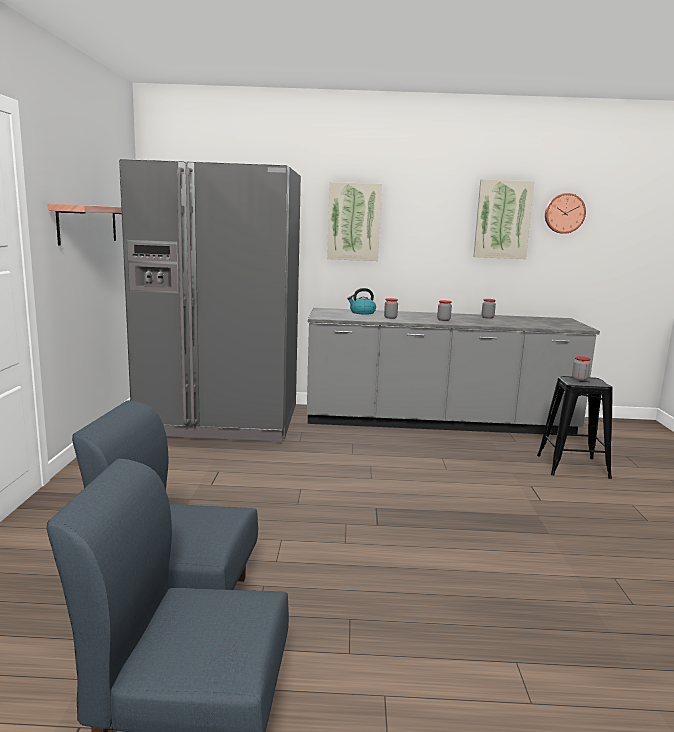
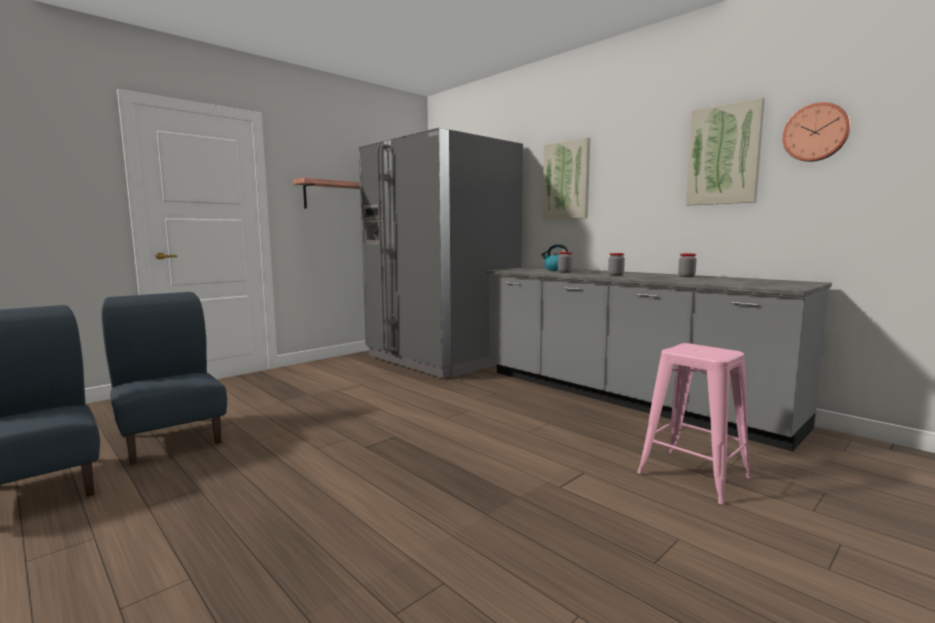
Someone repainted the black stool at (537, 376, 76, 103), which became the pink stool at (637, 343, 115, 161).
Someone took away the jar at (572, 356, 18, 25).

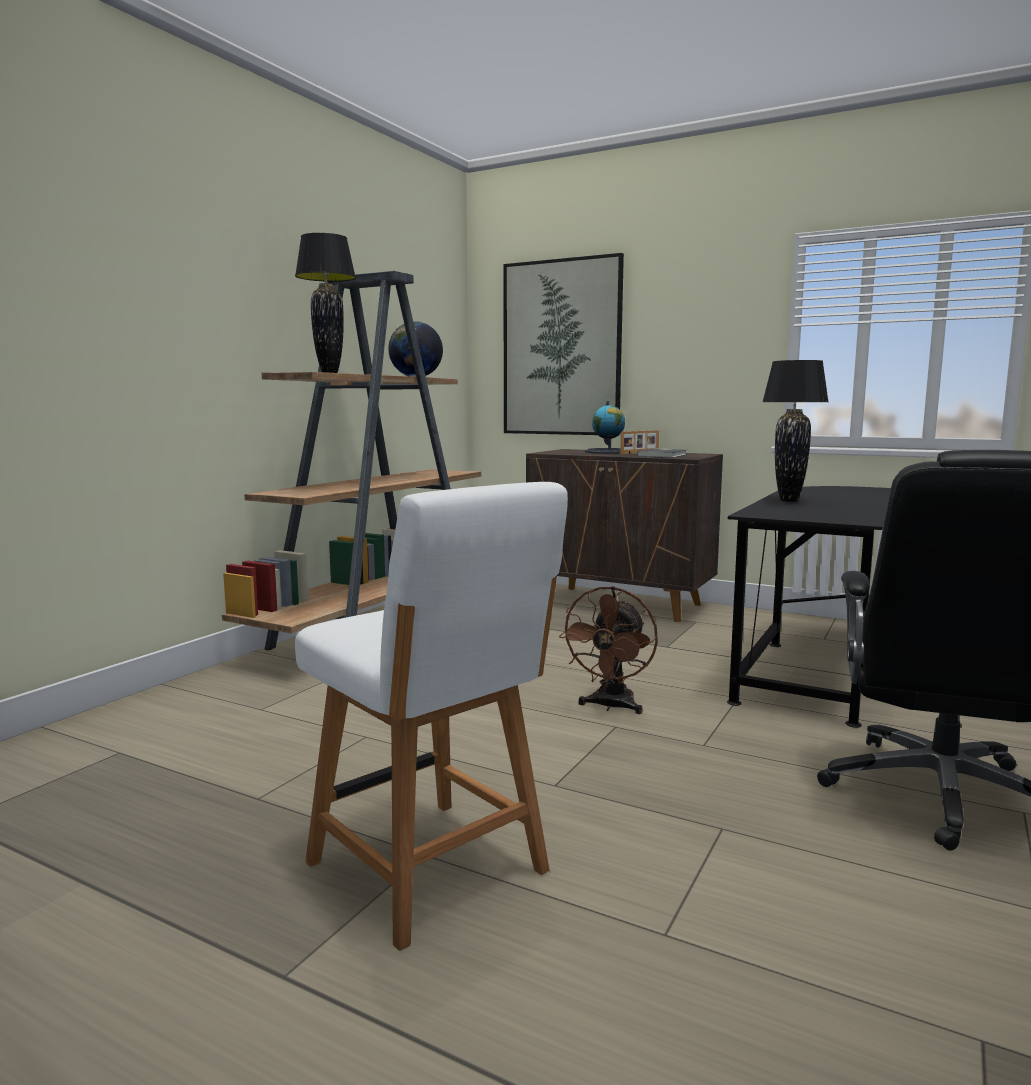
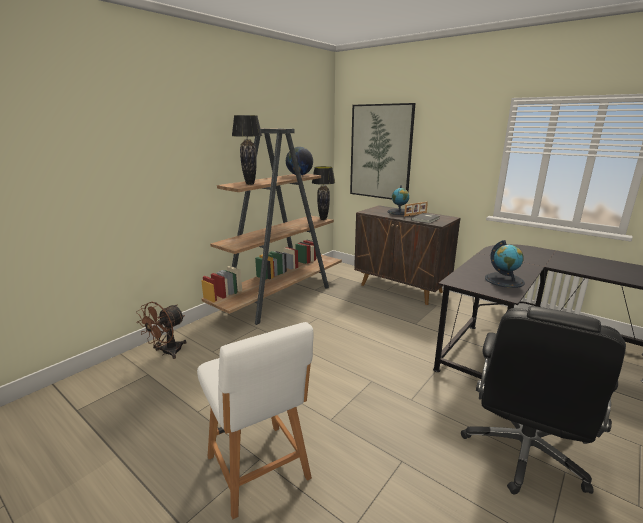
Someone carried the brown fan from (559, 586, 99, 128) to (136, 302, 51, 57).
Someone carried the black table lamp from (762, 360, 67, 142) to (312, 166, 23, 54).
Someone put down the globe at (485, 240, 40, 48).

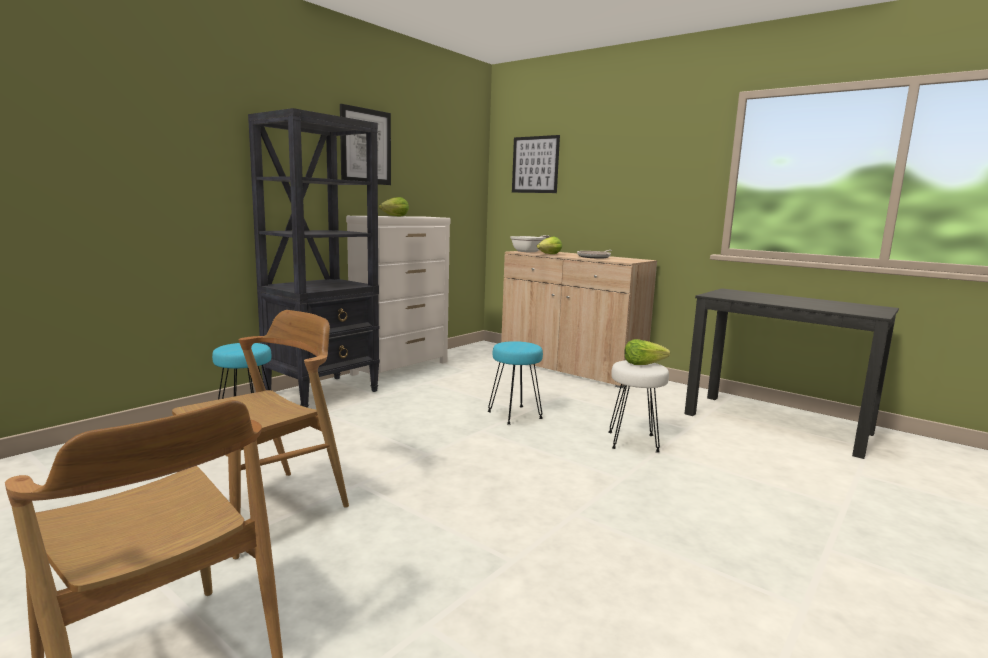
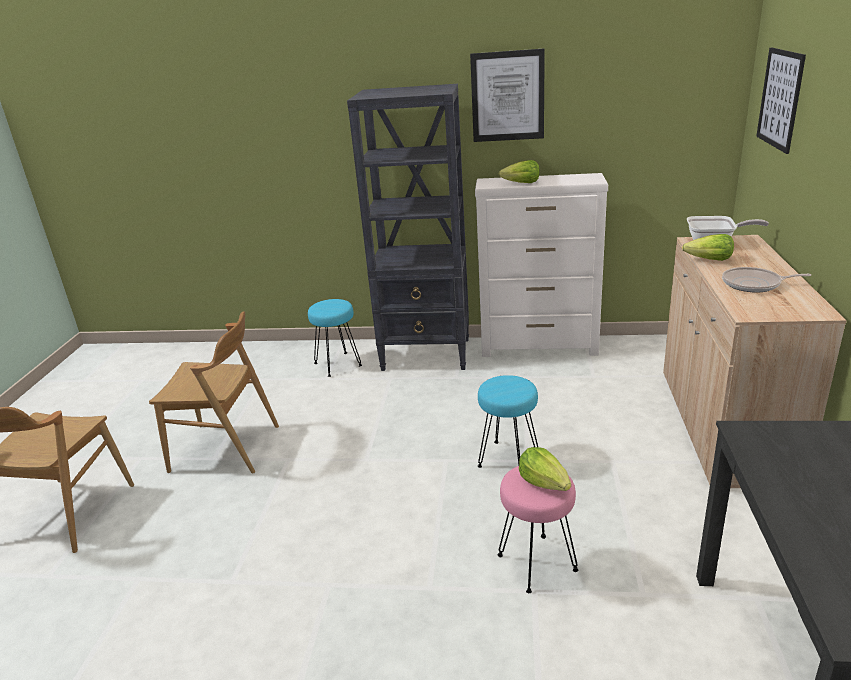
Someone repainted the white stool at (608, 360, 61, 93), which became the pink stool at (498, 466, 80, 127).

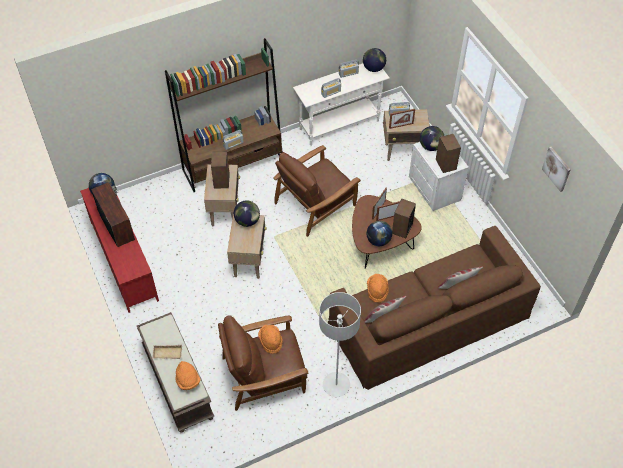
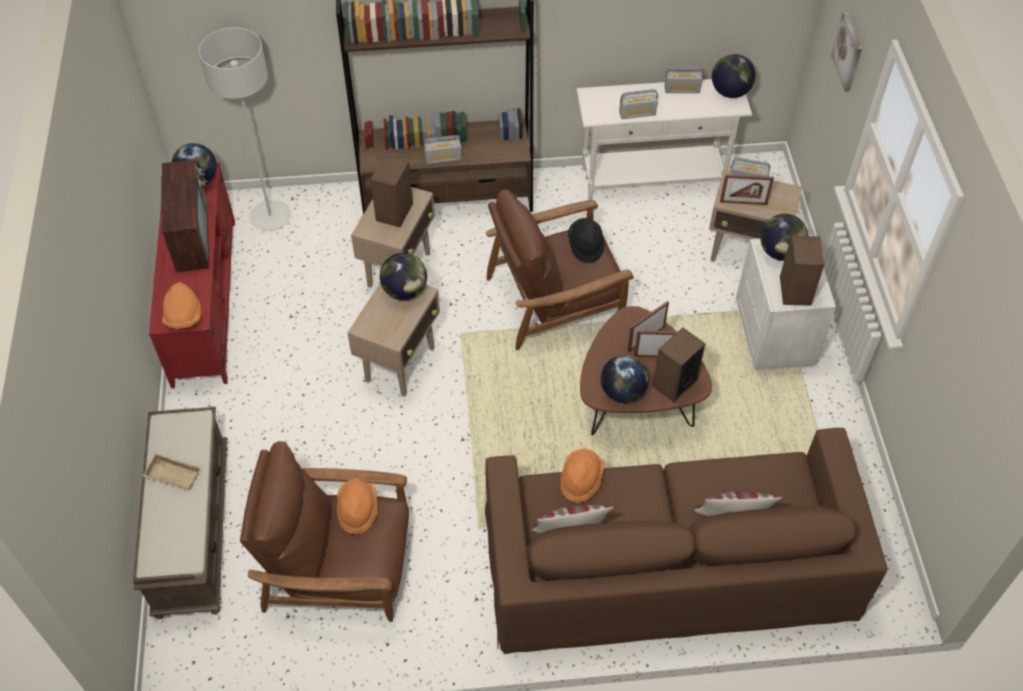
Someone carried the orange hat from (175, 361, 26, 29) to (162, 282, 39, 47).
Someone carried the grey floor lamp from (319, 292, 42, 105) to (199, 28, 92, 203).
Someone carried the picture from (542, 147, 28, 45) to (831, 12, 31, 80).
Someone put down the black hat at (568, 218, 37, 45).

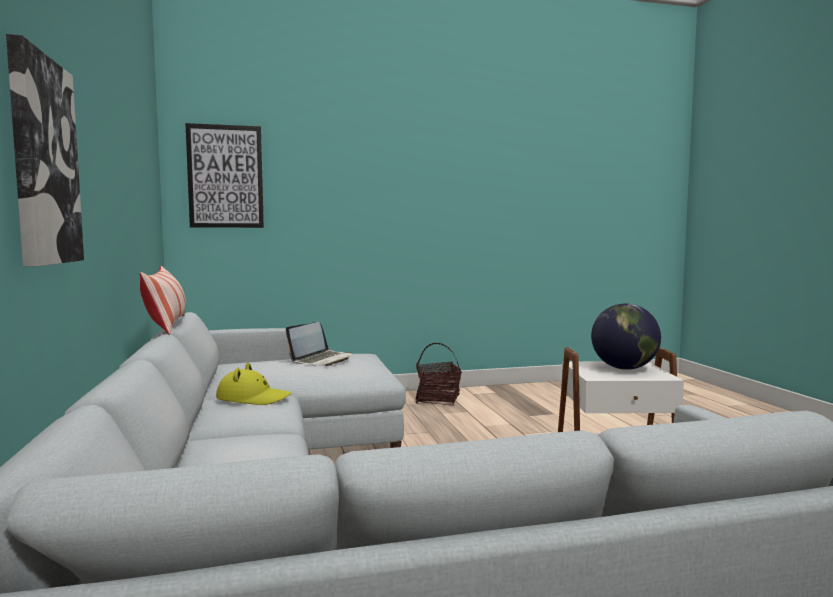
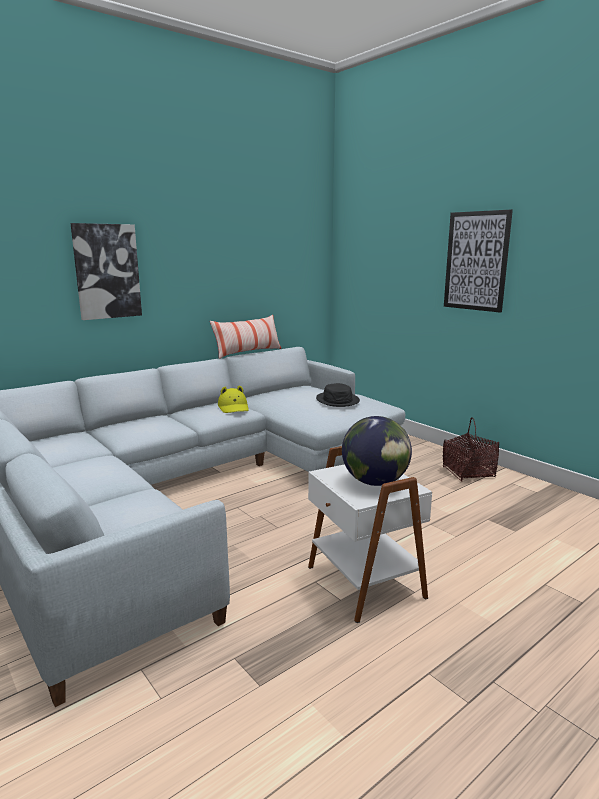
Someone carried the picture from (185, 123, 79, 105) to (444, 210, 69, 103).
Someone swapped the laptop at (286, 322, 66, 44) for the black hat at (316, 383, 44, 24).

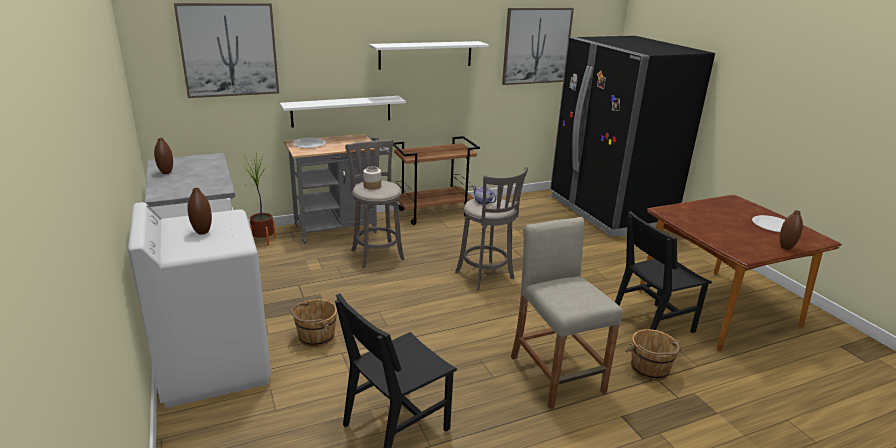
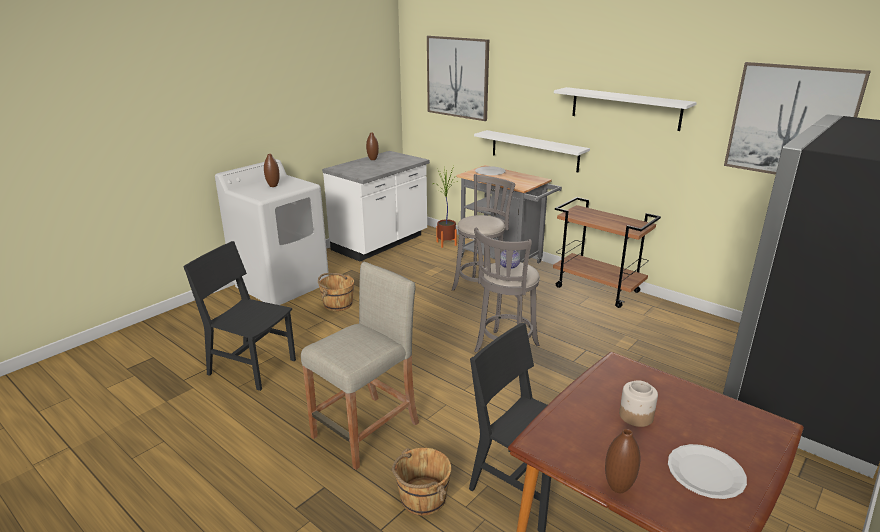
Someone carried the jar from (363, 166, 18, 24) to (619, 380, 39, 47).

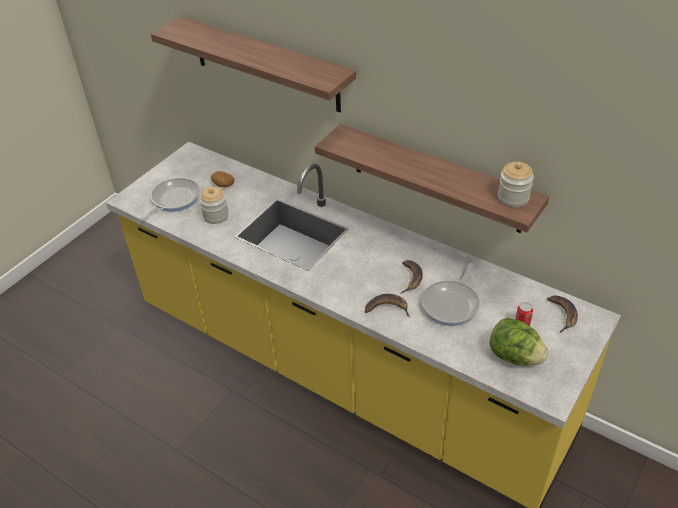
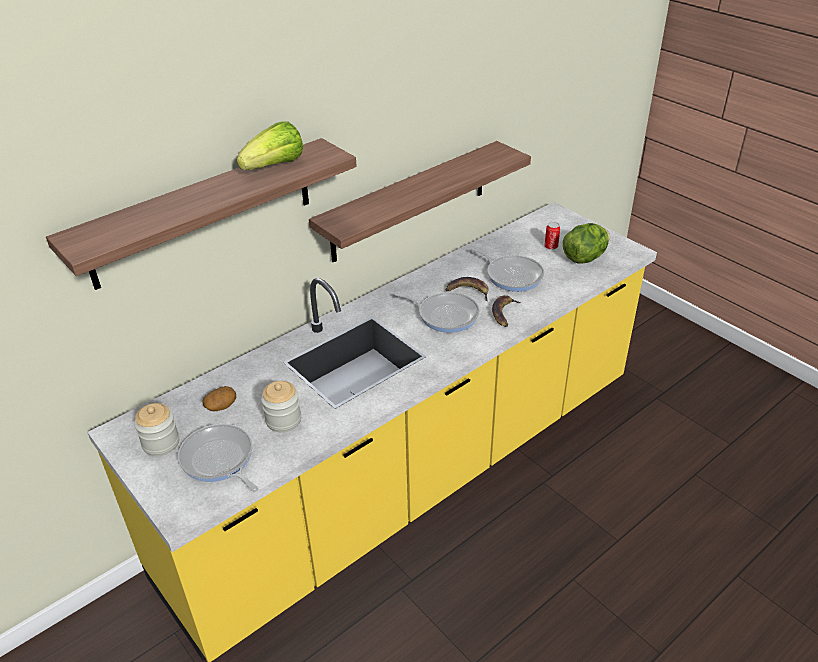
Someone carried the jar from (498, 162, 36, 45) to (134, 403, 45, 53).
Someone took away the banana at (547, 296, 31, 37).
Someone put down the lettuce at (237, 121, 66, 49).
Someone put down the frying pan at (394, 292, 86, 41).

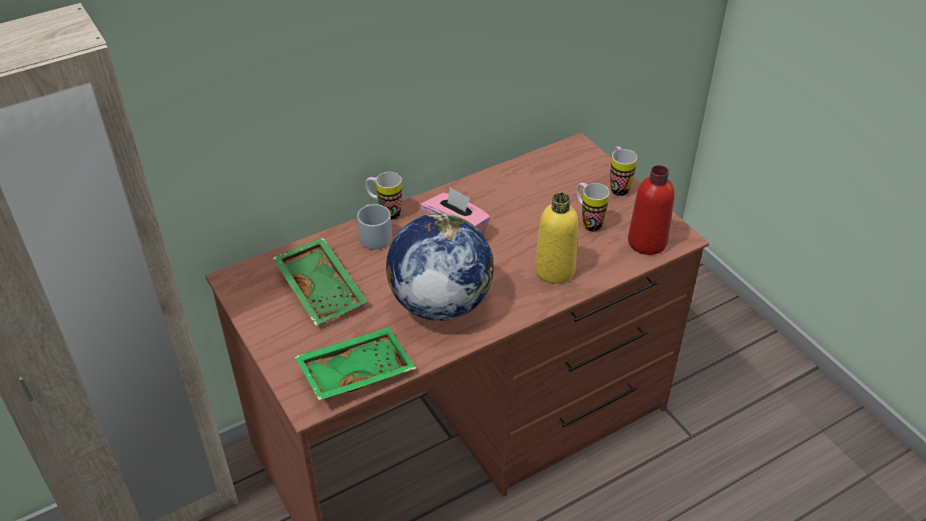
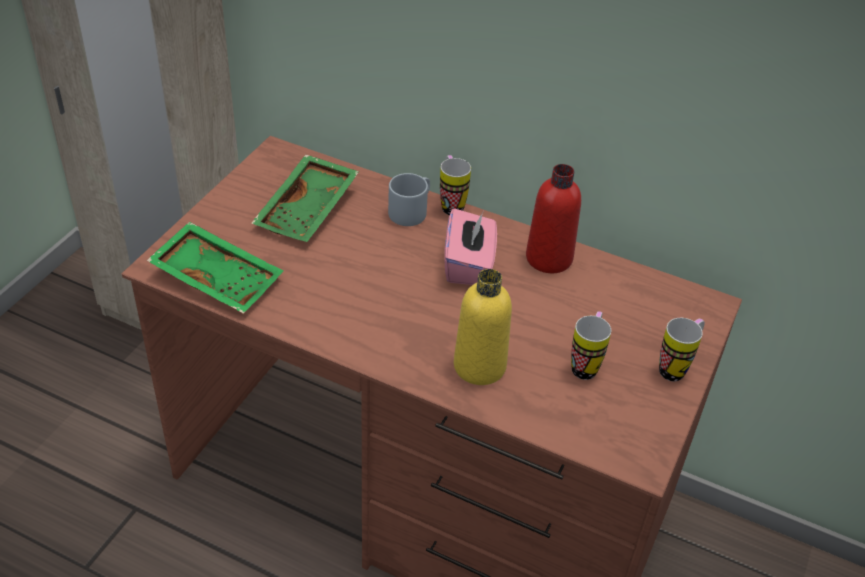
Someone took away the globe at (386, 213, 108, 108).
Someone carried the red bottle from (628, 165, 47, 90) to (526, 164, 55, 109).

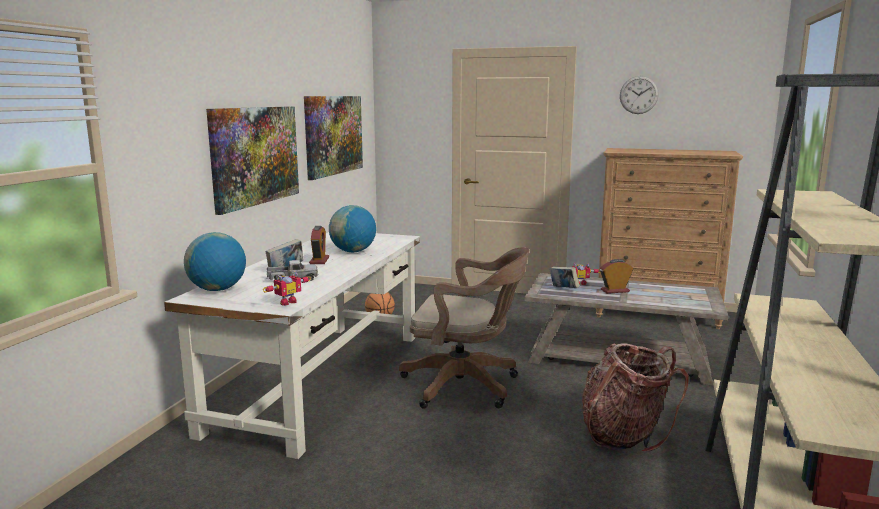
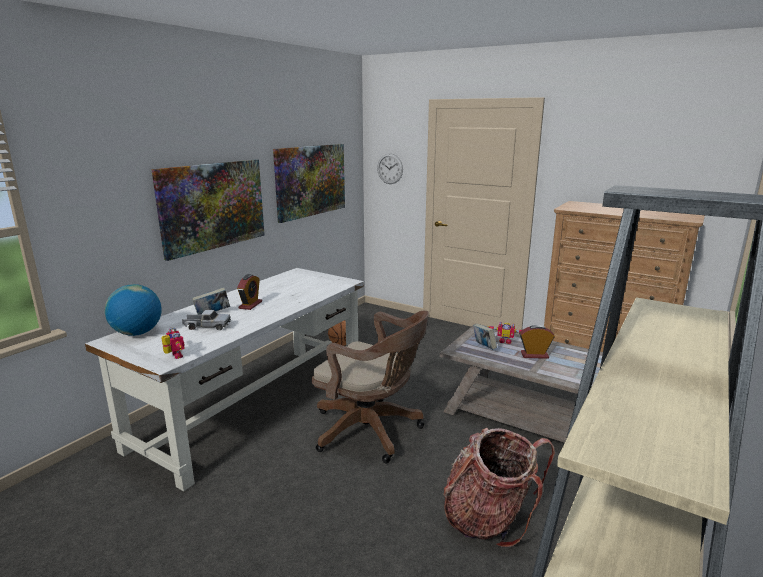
Someone rotated the toy robot at (263, 271, 48, 35) by 90 degrees counterclockwise.
Someone took away the globe at (329, 205, 47, 47).
Someone carried the wall clock from (620, 76, 39, 38) to (377, 153, 26, 31).

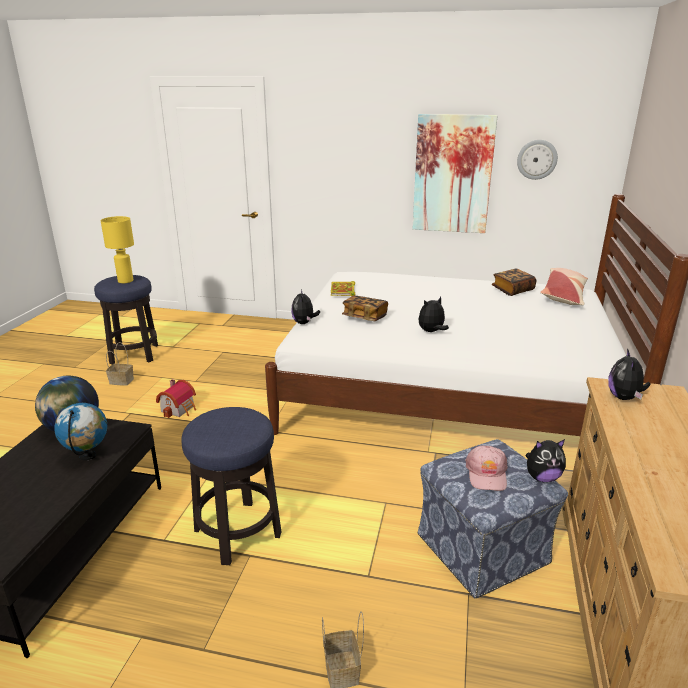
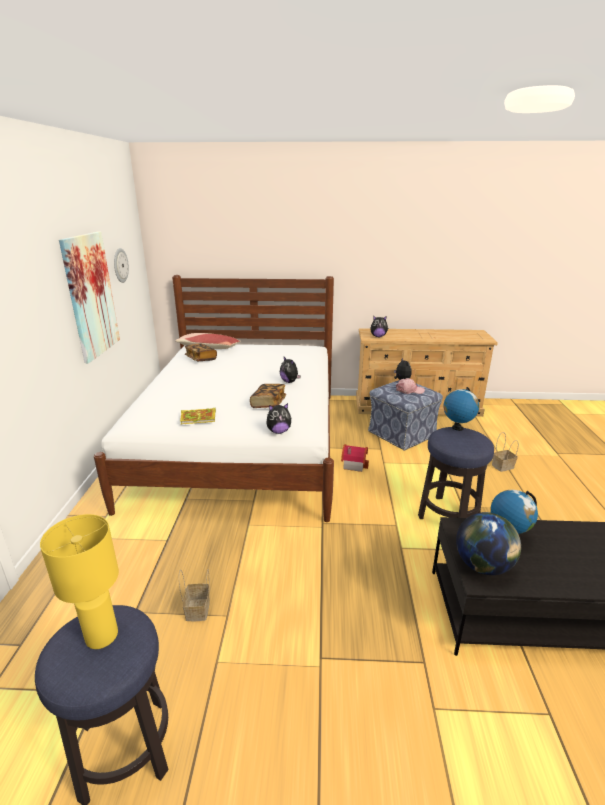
Someone carried the basket from (106, 342, 28, 44) to (179, 569, 31, 52).
Someone carried the toy house from (156, 379, 40, 39) to (341, 444, 28, 28).
Someone put down the globe at (444, 387, 35, 44).

